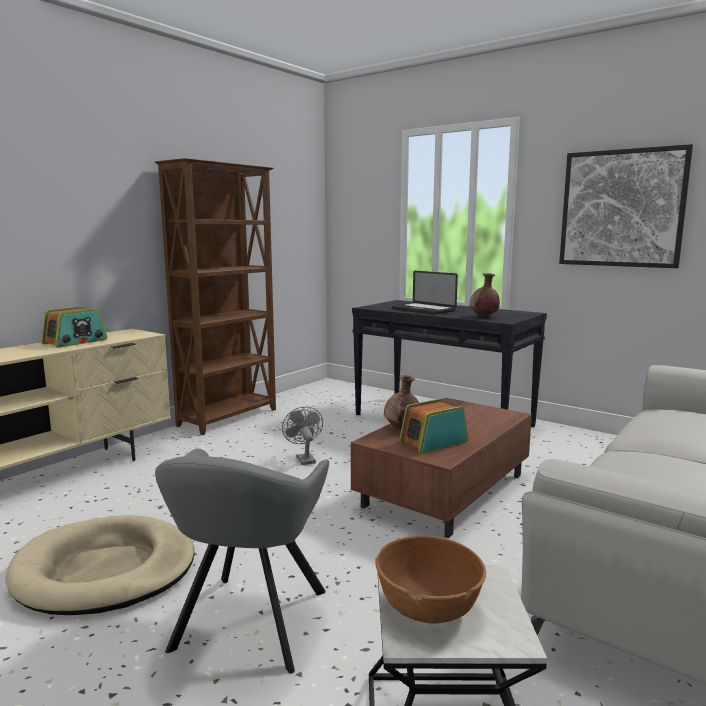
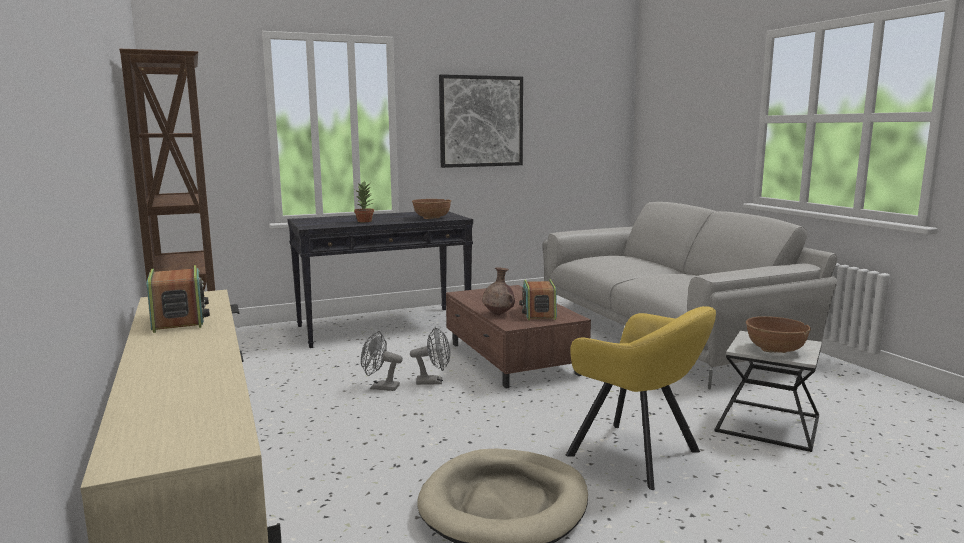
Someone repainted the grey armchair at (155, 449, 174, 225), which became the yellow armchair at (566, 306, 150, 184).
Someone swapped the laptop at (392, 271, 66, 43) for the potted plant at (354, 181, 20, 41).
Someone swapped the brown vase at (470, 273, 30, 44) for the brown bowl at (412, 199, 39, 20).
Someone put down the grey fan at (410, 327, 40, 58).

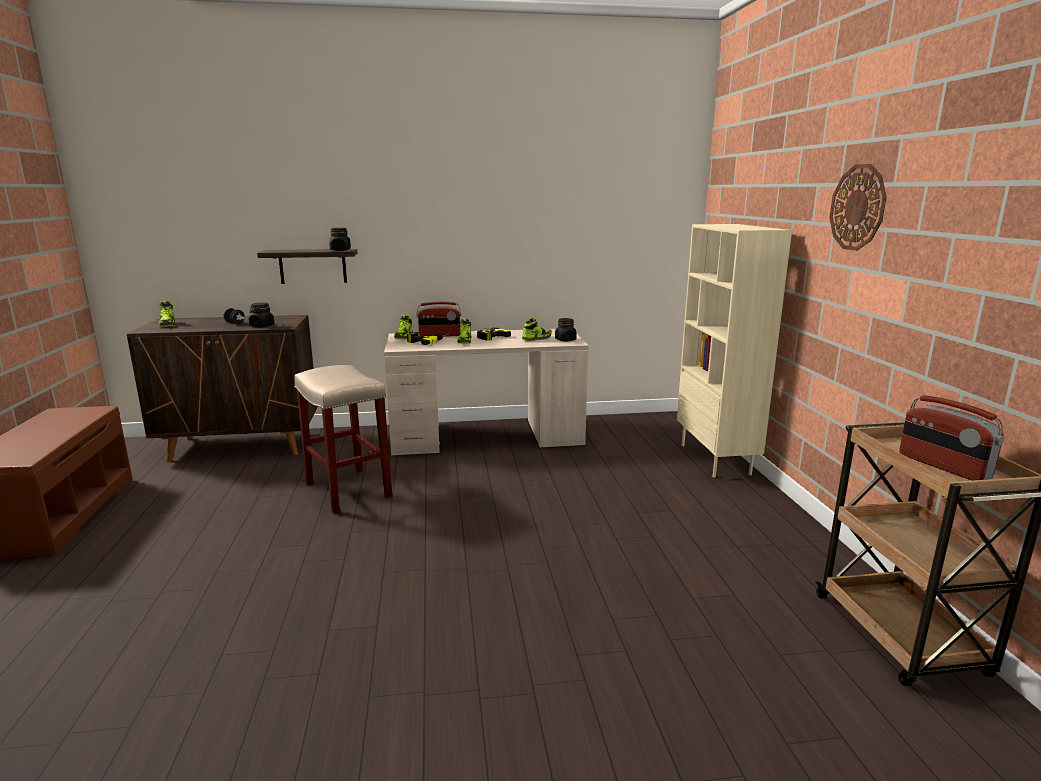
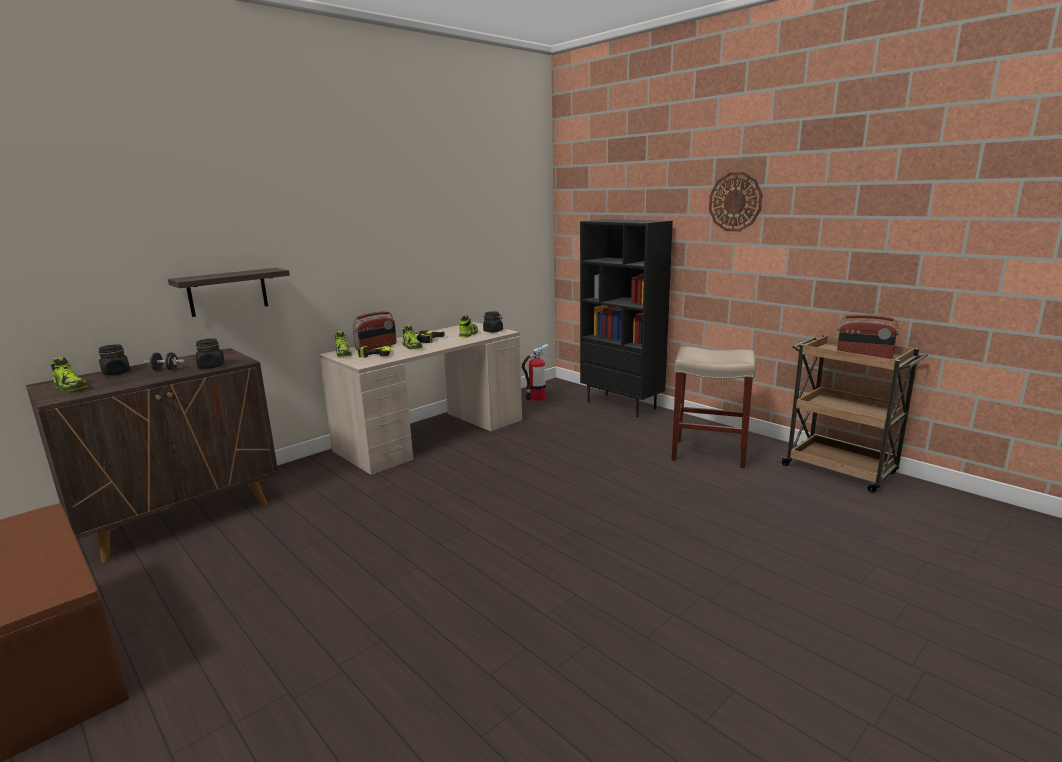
Someone carried the beige stool from (294, 365, 98, 149) to (672, 347, 84, 121).
Someone carried the black jar from (329, 228, 22, 23) to (98, 344, 32, 31).
Someone repainted the beige bookcase at (677, 224, 115, 254), which became the black bookcase at (580, 219, 93, 198).
Someone put down the fire extinguisher at (522, 344, 29, 57).

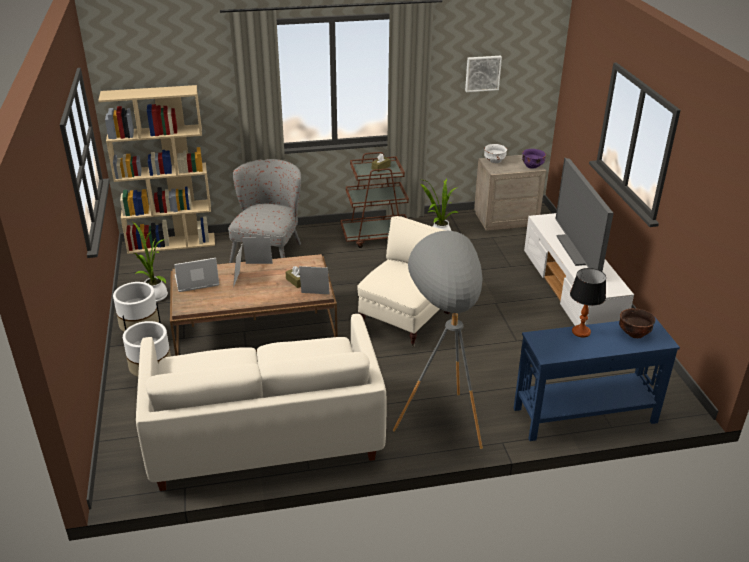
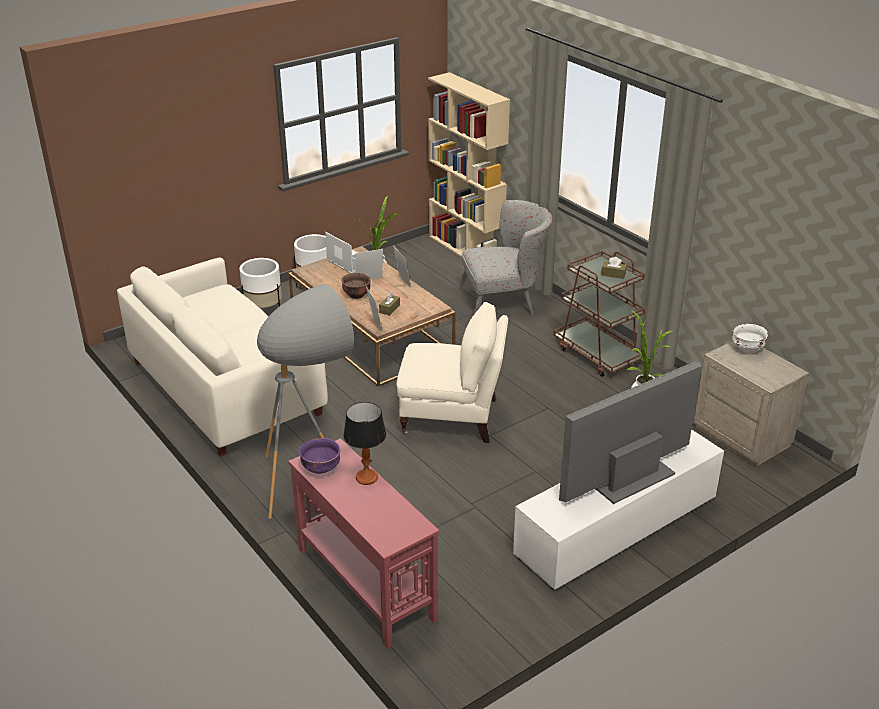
Someone took away the picture at (465, 56, 37, 36).
Someone repainted the blue console table at (513, 318, 167, 123), which became the red console table at (288, 438, 151, 211).
Someone carried the purple bowl from (522, 149, 24, 20) to (299, 438, 41, 36).
Someone carried the brown bowl from (619, 308, 36, 30) to (341, 273, 30, 26).

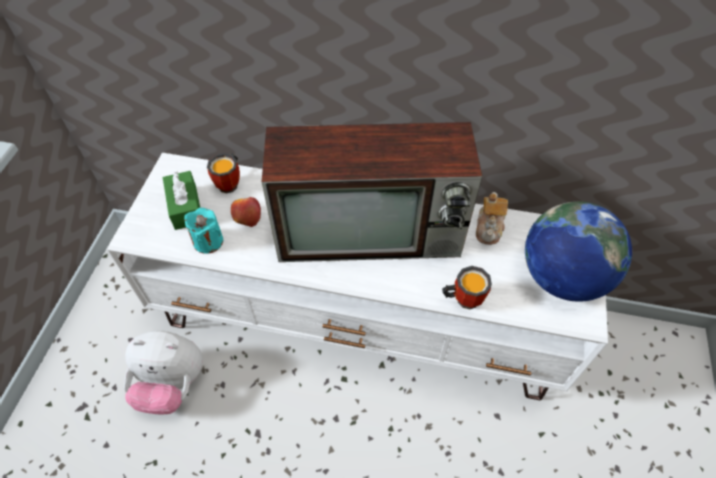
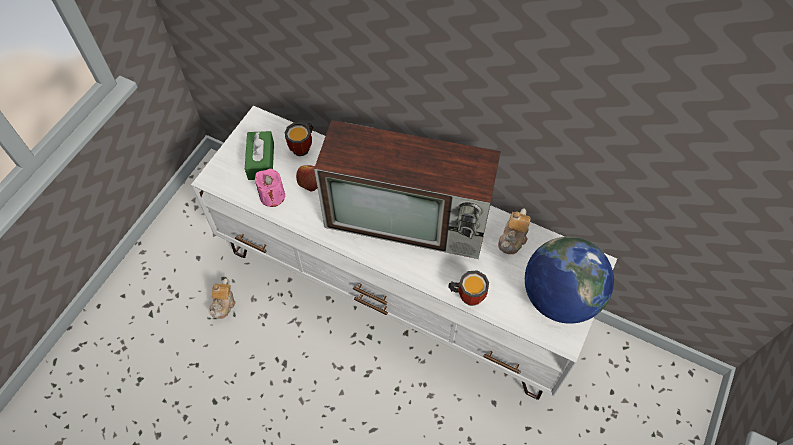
Someone swapped the plush toy at (124, 330, 79, 84) for the teapot at (209, 279, 26, 40).
Someone repainted the turquoise candle at (184, 208, 39, 46), which became the pink candle at (255, 169, 30, 38).

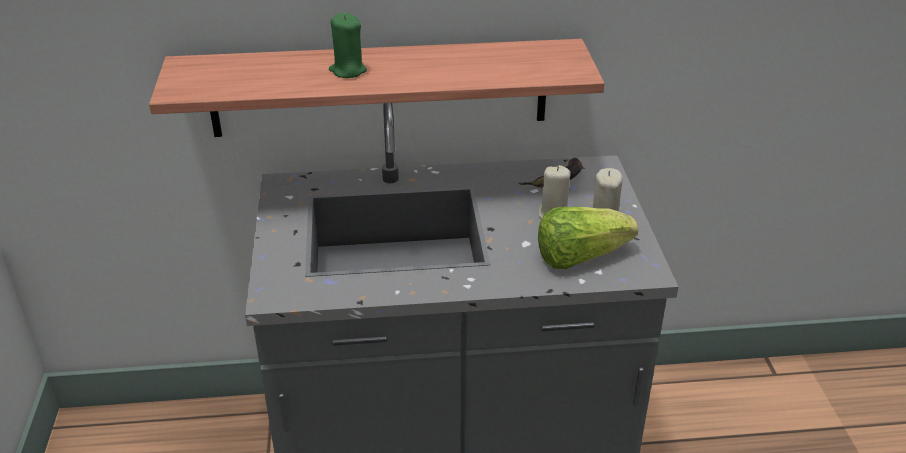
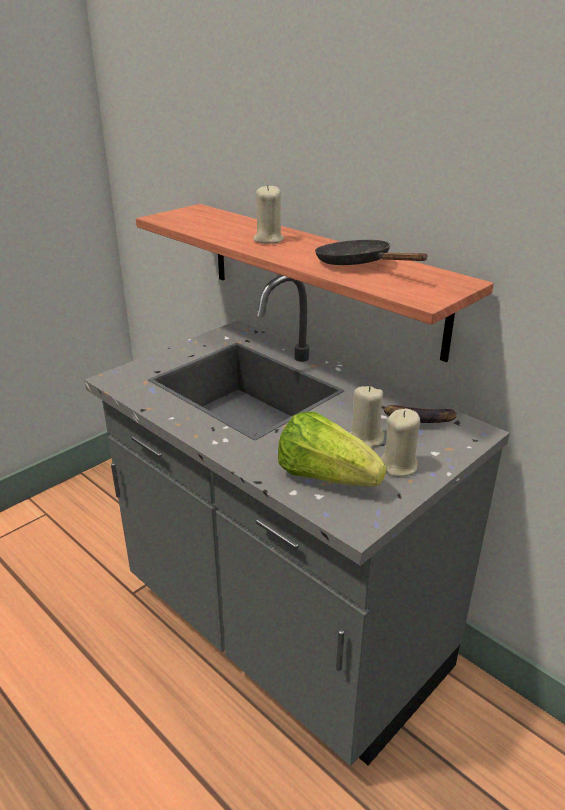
Someone repainted the green candle at (329, 13, 38, 65), which became the beige candle at (253, 185, 31, 59).
Someone put down the black frying pan at (315, 240, 113, 25).

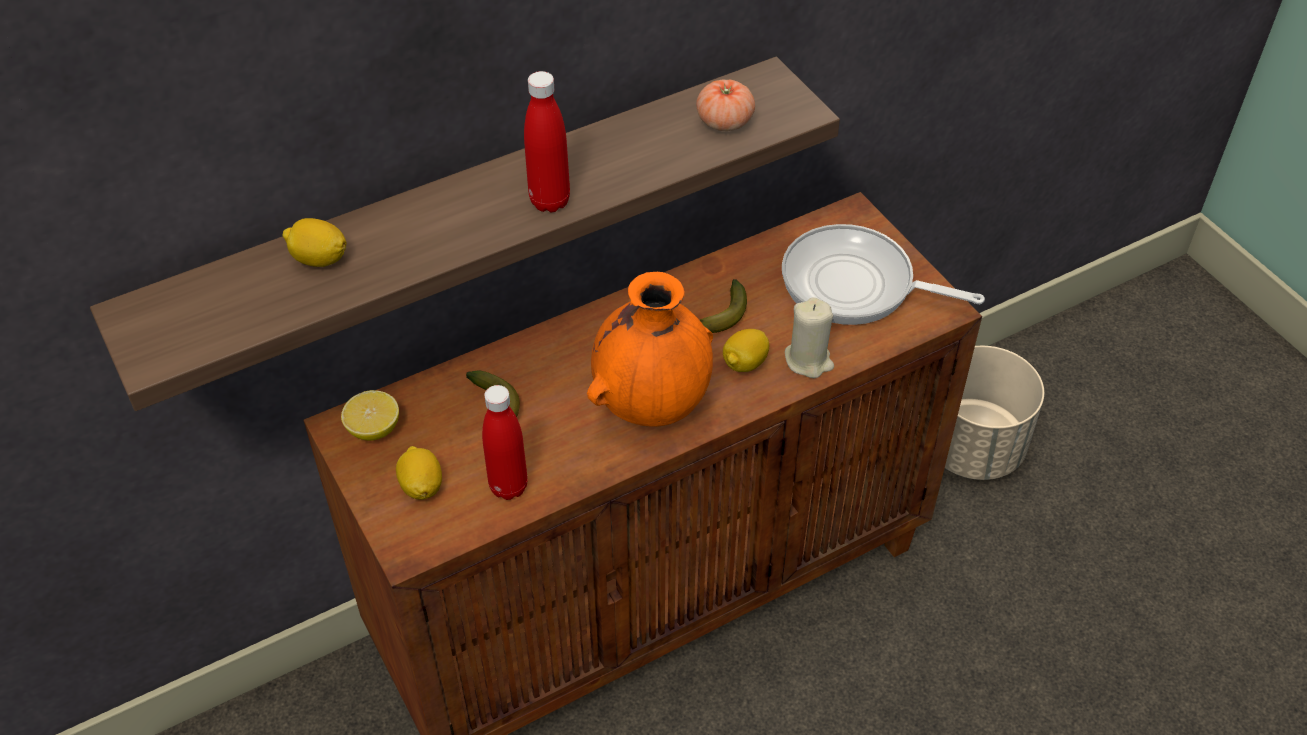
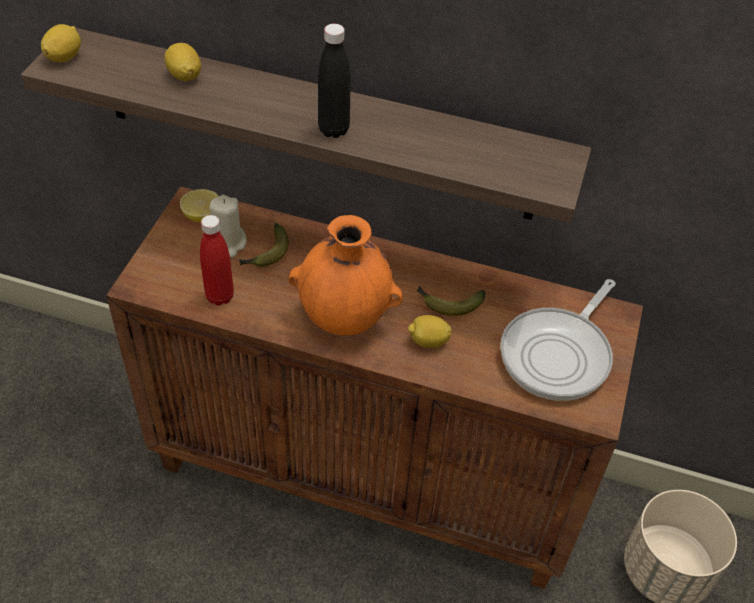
Someone carried the lemon from (396, 446, 46, 54) to (41, 24, 40, 38).
Someone repainted the red bottle at (524, 71, 46, 142), which became the black bottle at (318, 24, 33, 114).
Someone took away the tomato at (696, 80, 59, 51).
Someone rotated the frying pan at (782, 224, 203, 101) by 120 degrees counterclockwise.
Someone carried the beige candle from (785, 297, 49, 81) to (209, 195, 38, 62).

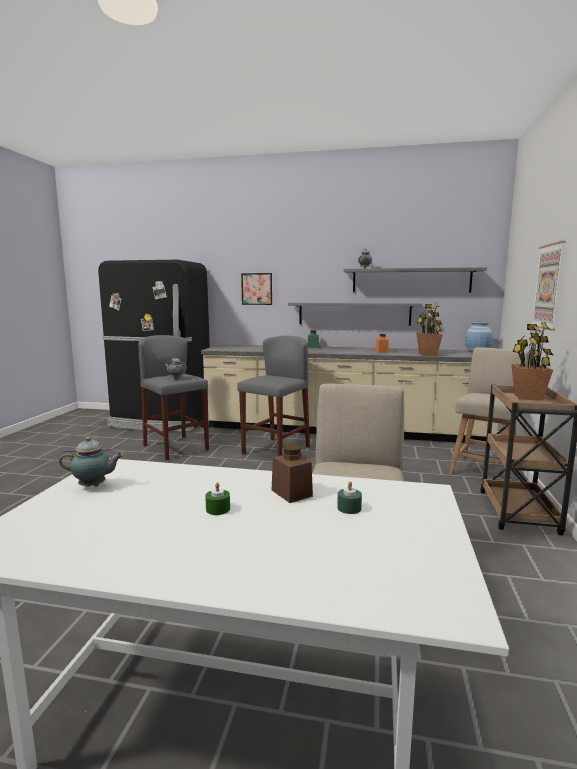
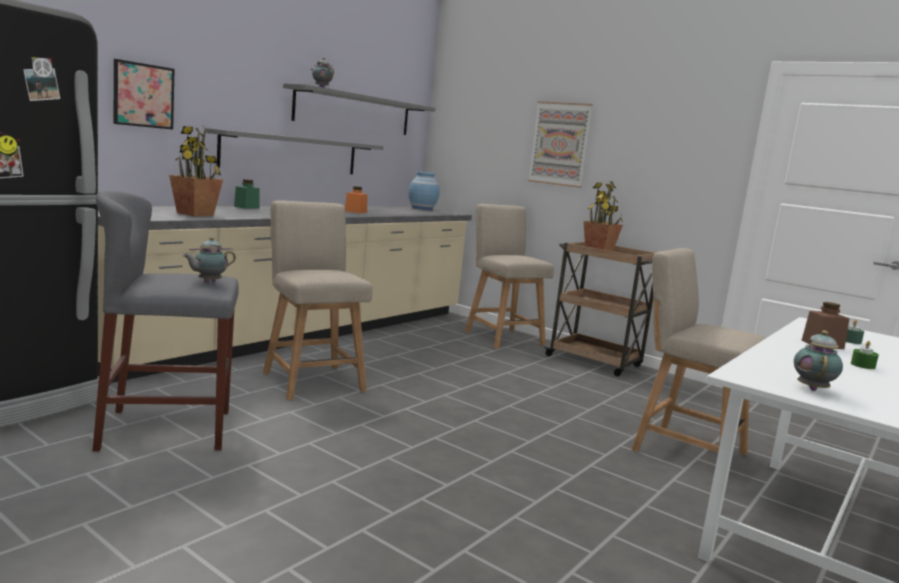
Someone swapped the grey stool at (237, 336, 73, 120) for the beige chair at (263, 200, 109, 200).
Someone carried the potted plant from (416, 302, 27, 54) to (169, 126, 54, 90).

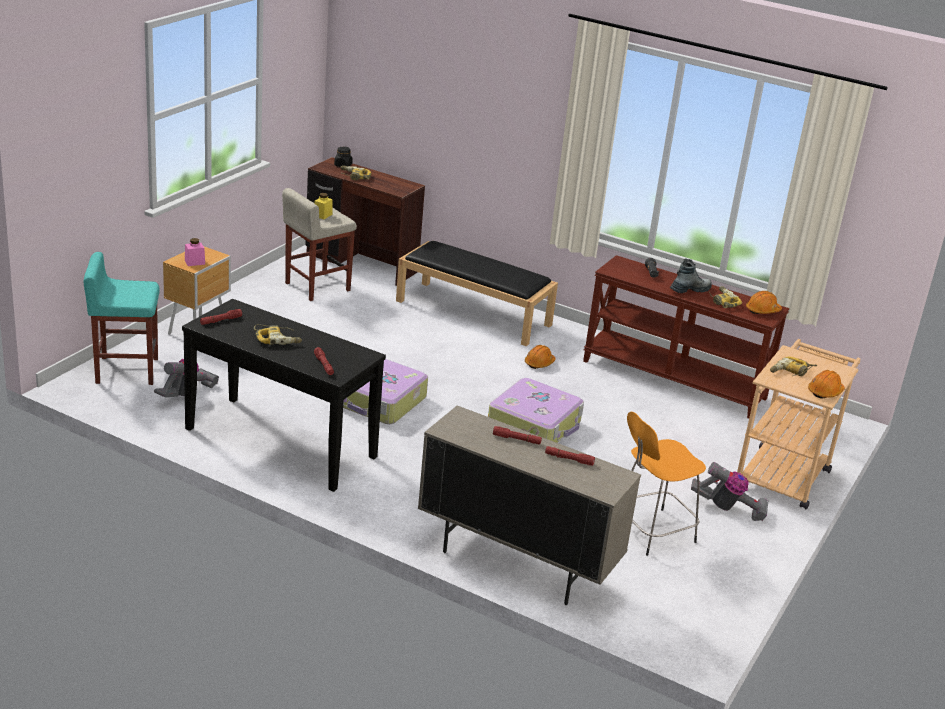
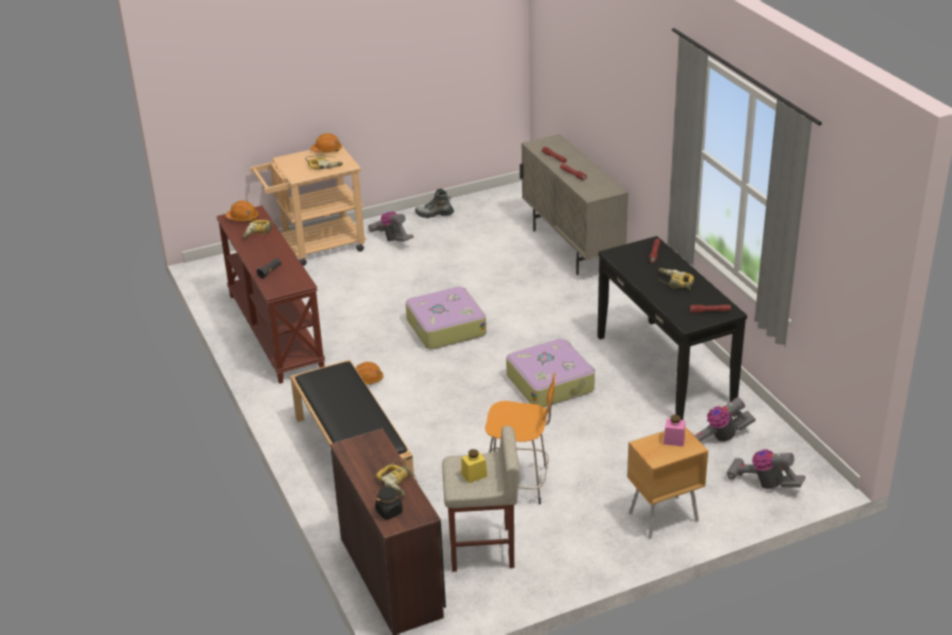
Someone swapped the turquoise stool at (84, 252, 76, 133) for the vacuum cleaner at (726, 449, 80, 40).
Someone carried the orange stool from (627, 412, 79, 144) to (485, 372, 70, 132).
Someone carried the boot from (670, 259, 42, 34) to (415, 189, 39, 29).

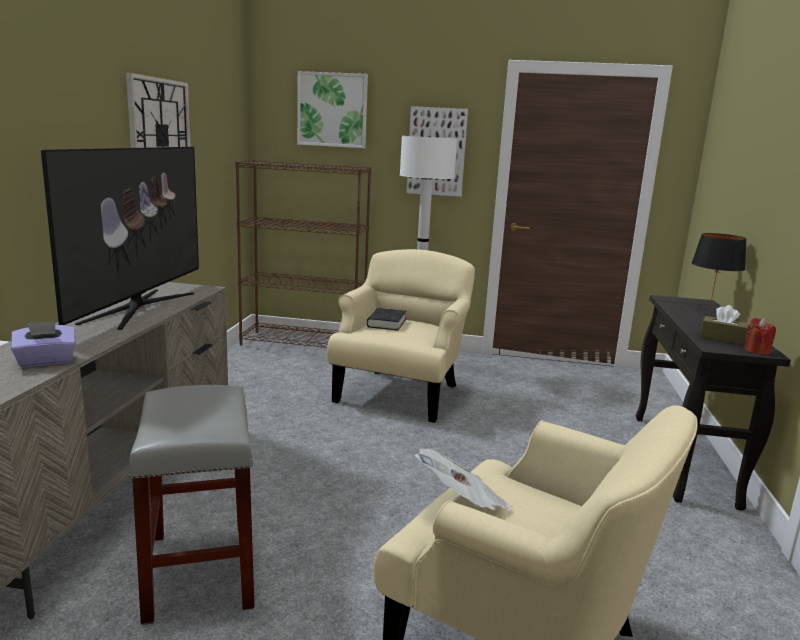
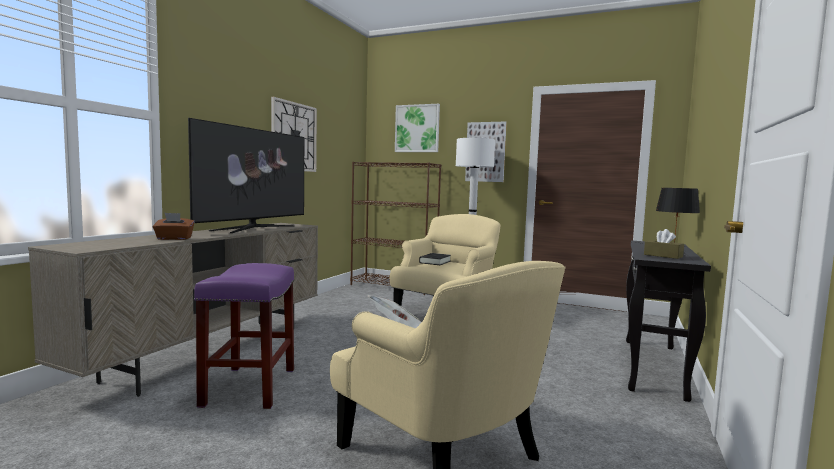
Someone repainted the purple tissue box at (11, 321, 65, 46), which became the brown tissue box at (153, 213, 42, 27).
Someone repainted the grey stool at (129, 385, 125, 240), which became the purple stool at (194, 263, 101, 146).
Someone took away the red candle at (744, 318, 32, 37).

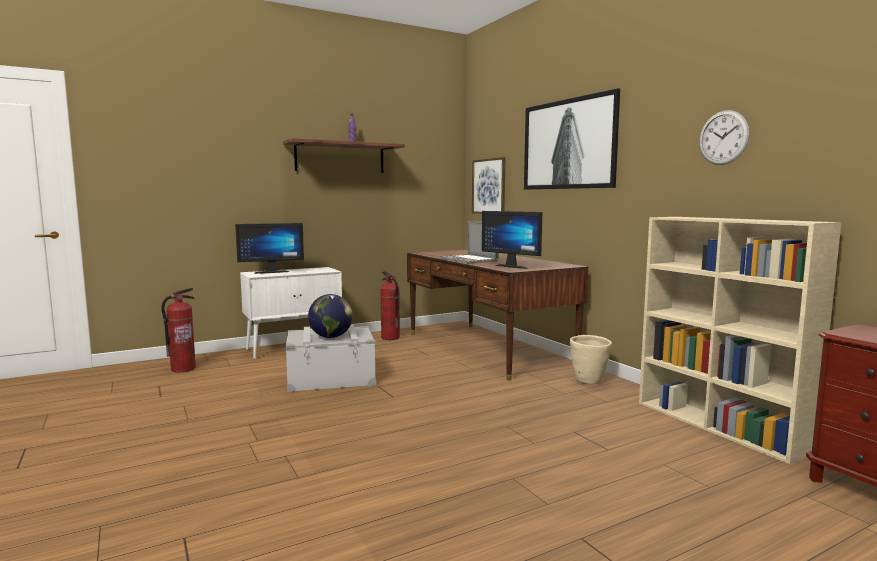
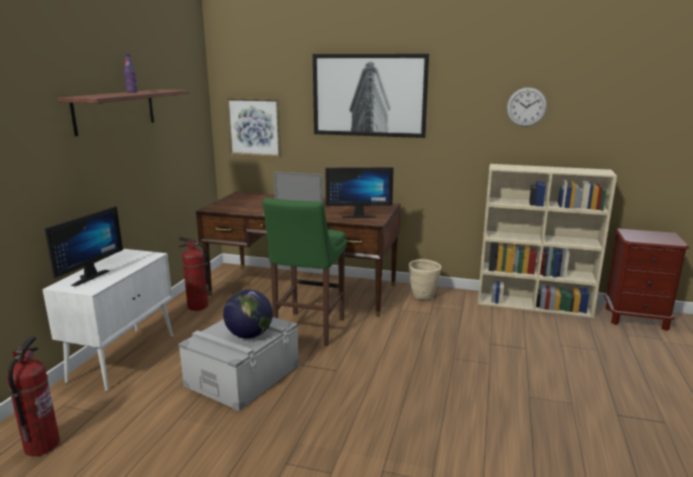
Someone put down the green stool at (263, 198, 84, 148).

